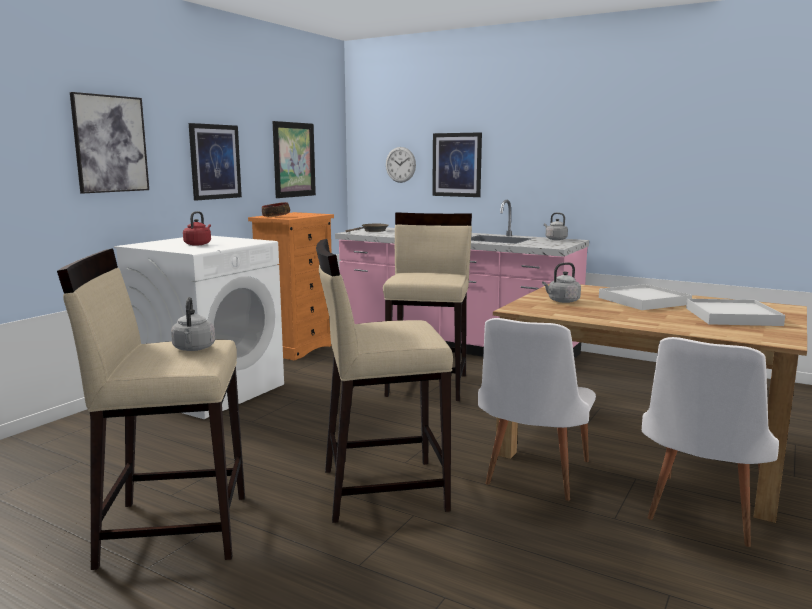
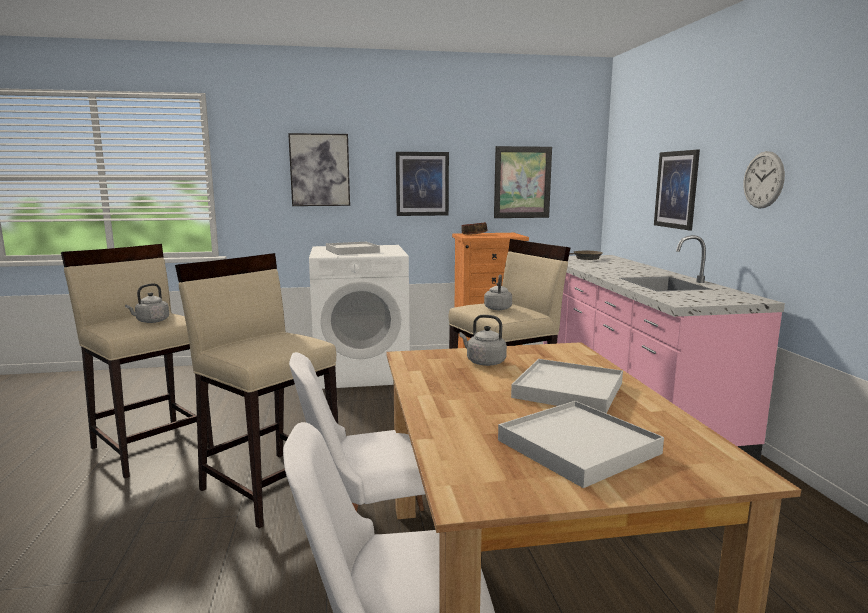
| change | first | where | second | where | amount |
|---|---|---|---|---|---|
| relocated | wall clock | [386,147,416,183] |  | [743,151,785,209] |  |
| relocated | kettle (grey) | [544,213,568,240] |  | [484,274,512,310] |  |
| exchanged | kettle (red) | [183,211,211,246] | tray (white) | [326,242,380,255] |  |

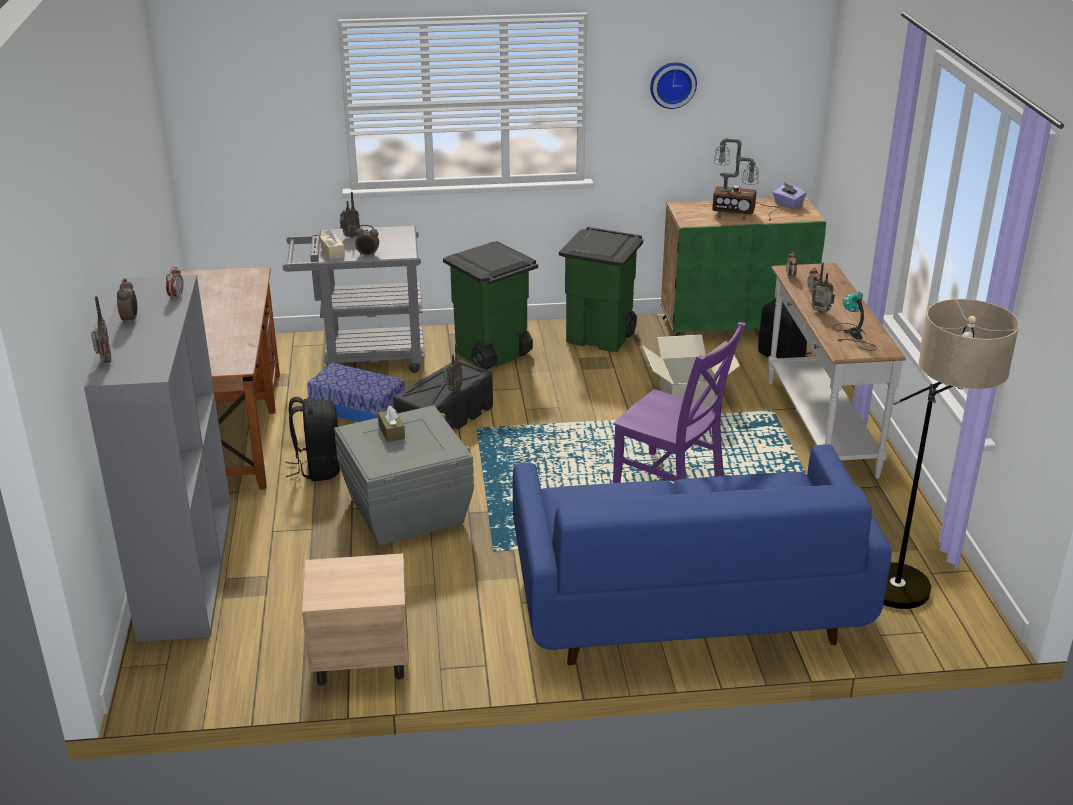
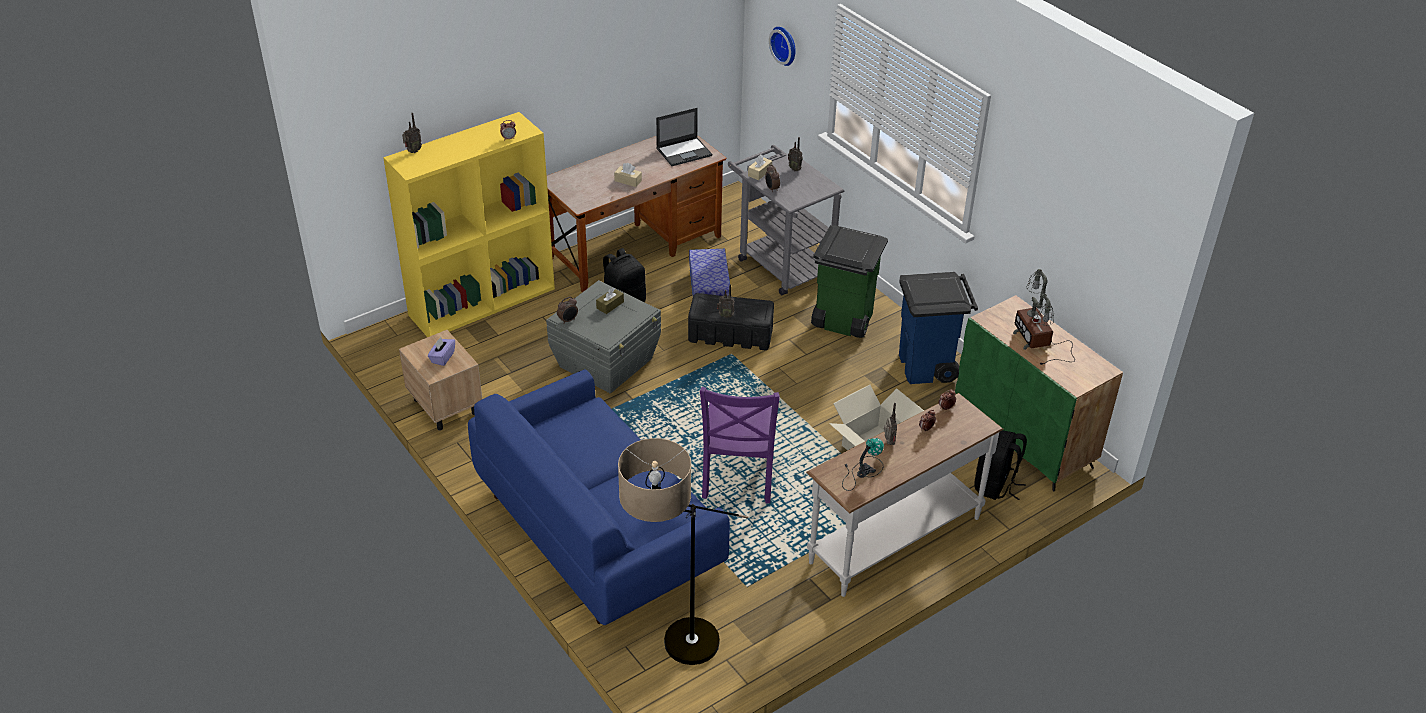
| change | first | where | second | where | amount |
|---|---|---|---|---|---|
| appeared |  |  | tissue box (beige) | [614,163,642,187] |  |
| appeared |  |  | laptop | [656,108,712,166] |  |
| relocated | alarm clock | [117,278,137,324] |  | [557,297,578,323] |  |
| relocated | wall clock | [650,62,697,109] |  | [769,27,796,66] |  |
| relocated | tissue box (purple) | [773,183,806,209] |  | [428,337,455,366] |  |
| colour | bookcase (grey) | [84,275,231,642] | bookcase (yellow) | [383,112,555,337] |  |
| colour | trash can (green) | [559,227,643,352] | trash can (blue) | [899,272,978,384] |  |

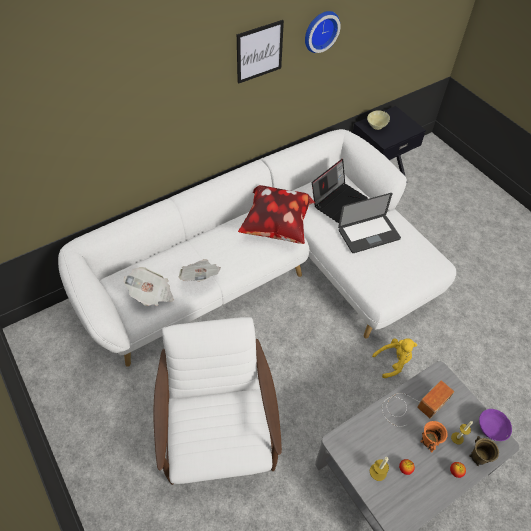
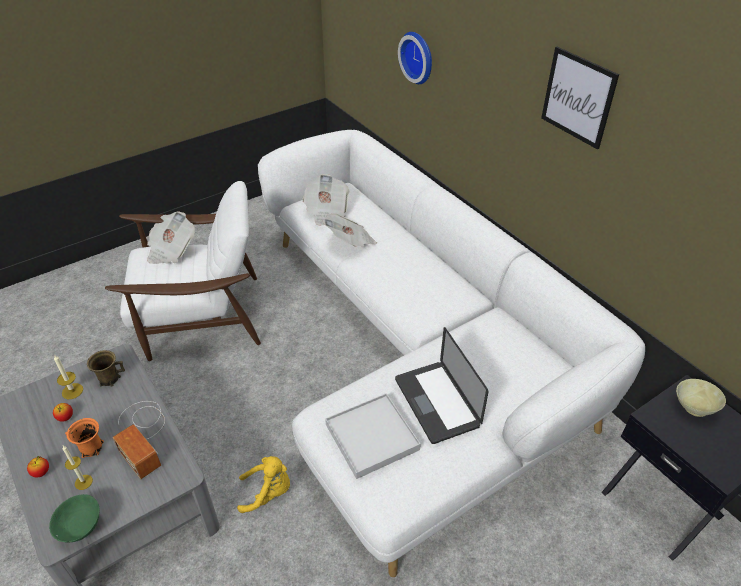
| change | first | where | second | where | amount |
|---|---|---|---|---|---|
| missing | pillow | [238,185,315,244] |  |  |  |
| missing | laptop | [312,159,368,223] |  |  |  |
| appeared |  |  | newspaper | [147,211,195,264] |  |
| appeared |  |  | tray (white) | [325,393,421,479] |  |
| relocated | wall clock | [305,11,341,53] |  | [398,32,432,84] |  |
| relocated | mug (brown) | [469,436,499,466] |  | [87,350,125,386] |  |
| colour | bowl (purple) | [479,409,512,441] | bowl (green) | [49,494,100,543] |  |
| spun | plush toy (yellow) | [372,338,417,378] |  | [237,456,290,513] | 75 degrees counterclockwise |

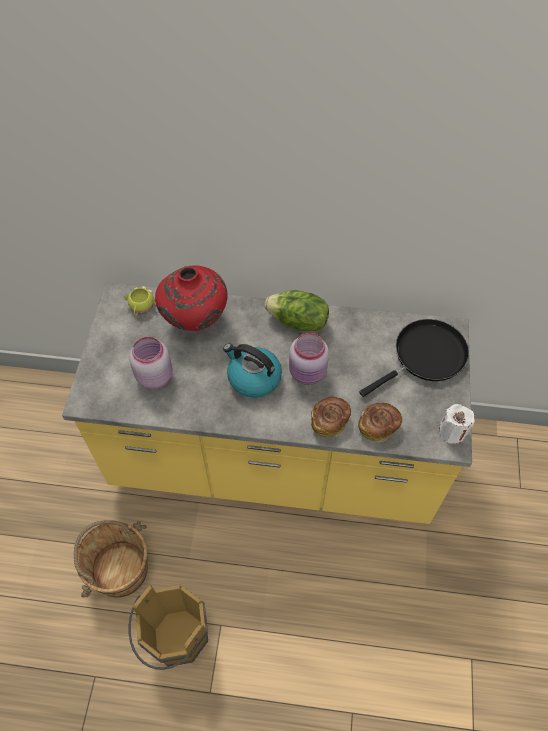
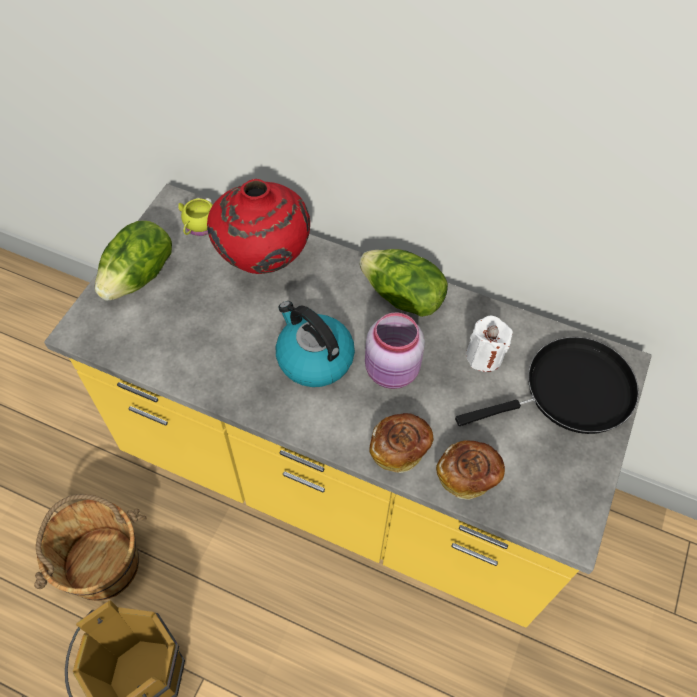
| change | first | where | second | where | amount |
|---|---|---|---|---|---|
| missing | jar (pink) | [129,337,173,389] |  |  |  |
| appeared |  |  | lettuce | [95,221,172,301] |  |
| relocated | candle (white) | [439,404,475,444] |  | [466,316,513,372] |  |

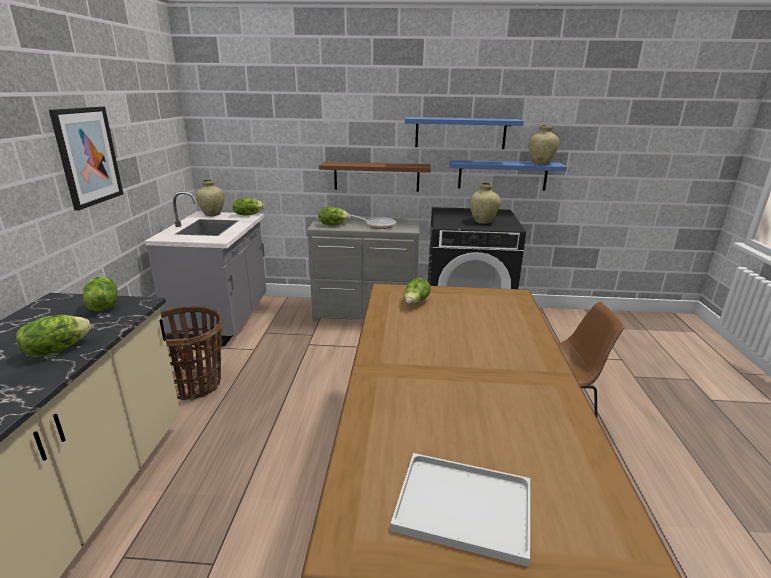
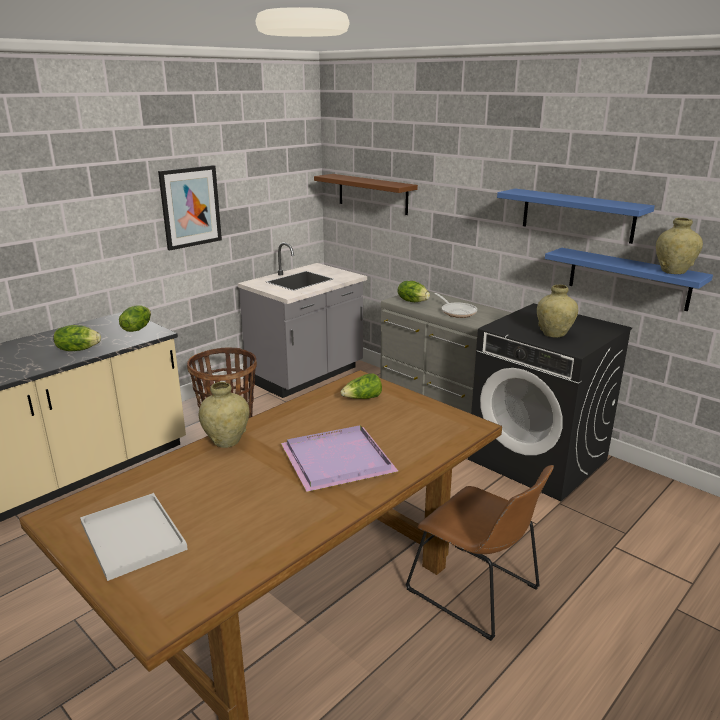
| change | first | where | second | where | amount |
|---|---|---|---|---|---|
| missing | lettuce | [233,197,264,216] |  |  |  |
| appeared |  |  | tray (purple) | [281,425,398,492] |  |
| relocated | vase (beige) | [196,180,225,216] |  | [199,382,250,448] |  |
| relocated | shelf (brown) | [319,161,431,192] |  | [314,174,418,215] |  |

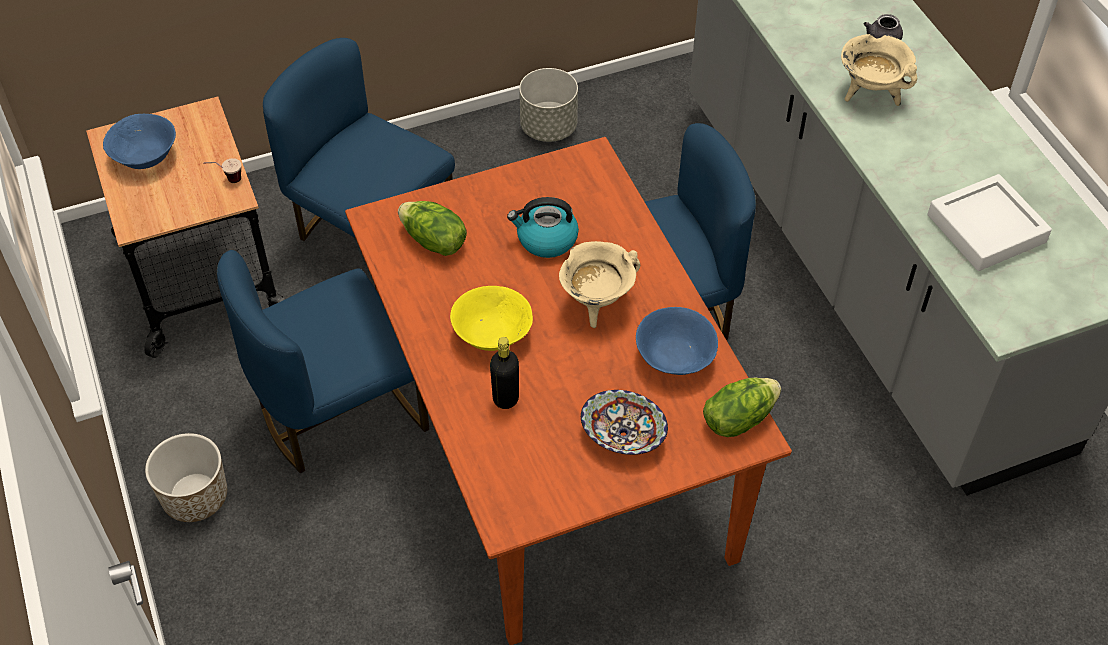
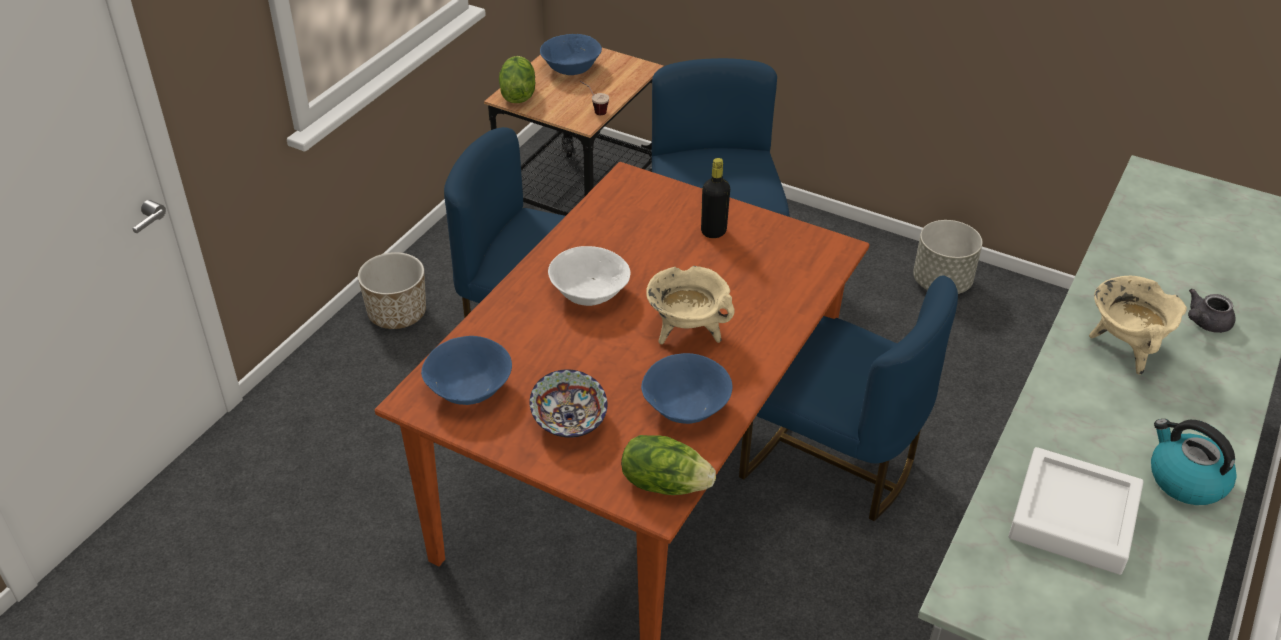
| change | first | where | second | where | amount |
|---|---|---|---|---|---|
| appeared |  |  | bowl (blue) | [421,336,512,405] |  |
| relocated | lettuce | [398,201,467,256] |  | [499,56,535,103] |  |
| relocated | bottle (black) | [490,337,519,409] |  | [701,158,730,238] |  |
| relocated | kettle | [507,197,579,258] |  | [1151,419,1237,505] |  |
| colour | bowl (yellow) | [450,286,533,351] | bowl (white) | [548,246,631,306] |  |

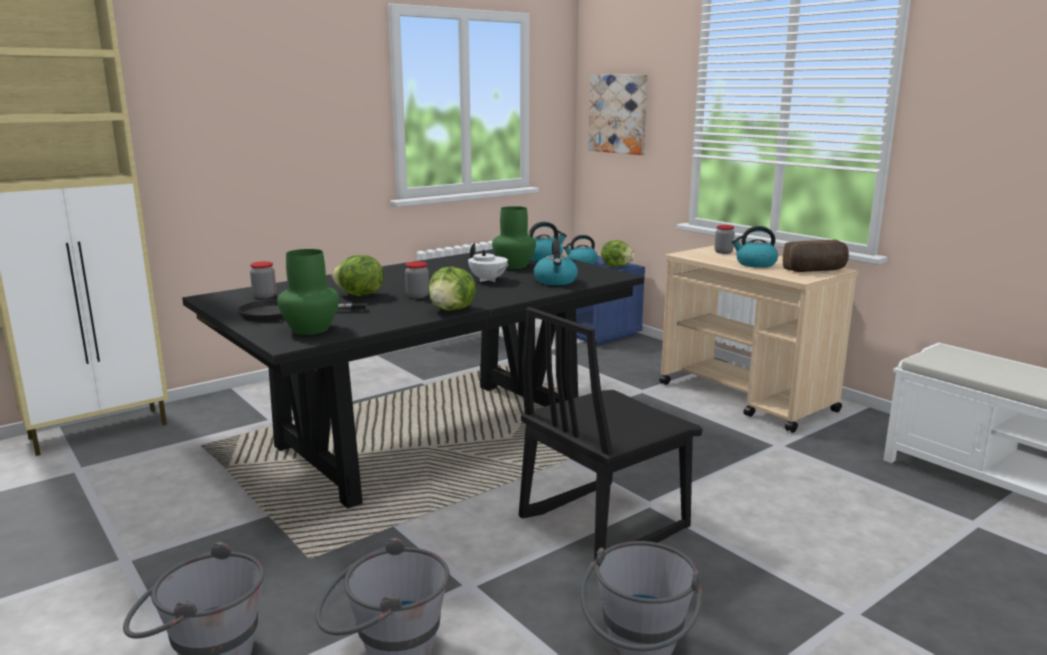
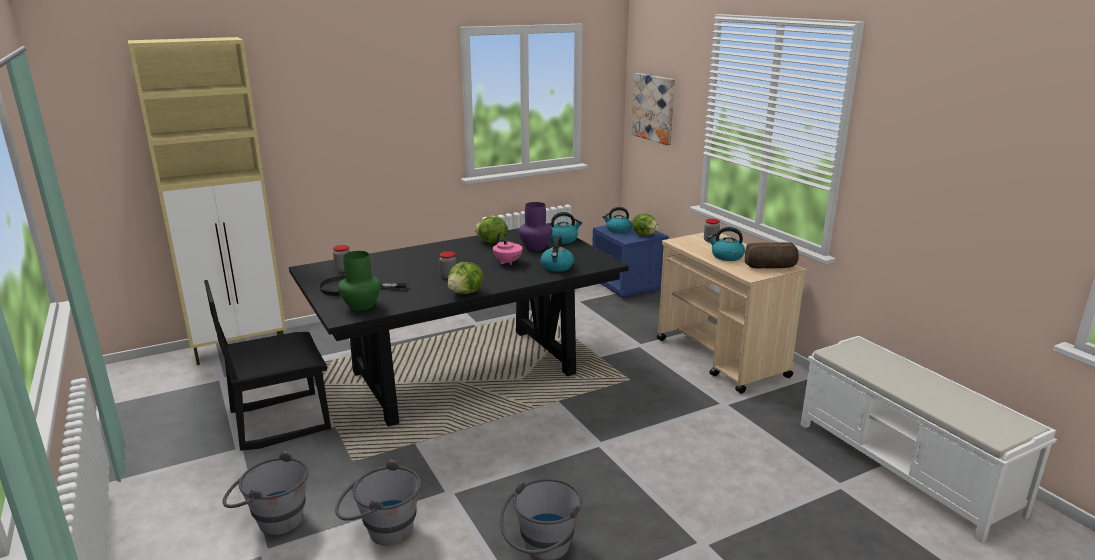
| change | first | where | second | where | amount |
|---|---|---|---|---|---|
| relocated | lettuce | [332,255,384,296] |  | [475,216,508,243] |  |
| relocated | chair (black) | [519,307,703,560] |  | [204,280,331,451] |  |
| colour | teapot (white) | [468,243,508,282] | teapot (pink) | [493,233,522,265] |  |
| colour | vase (green) | [492,206,536,269] | vase (purple) | [519,202,552,251] |  |

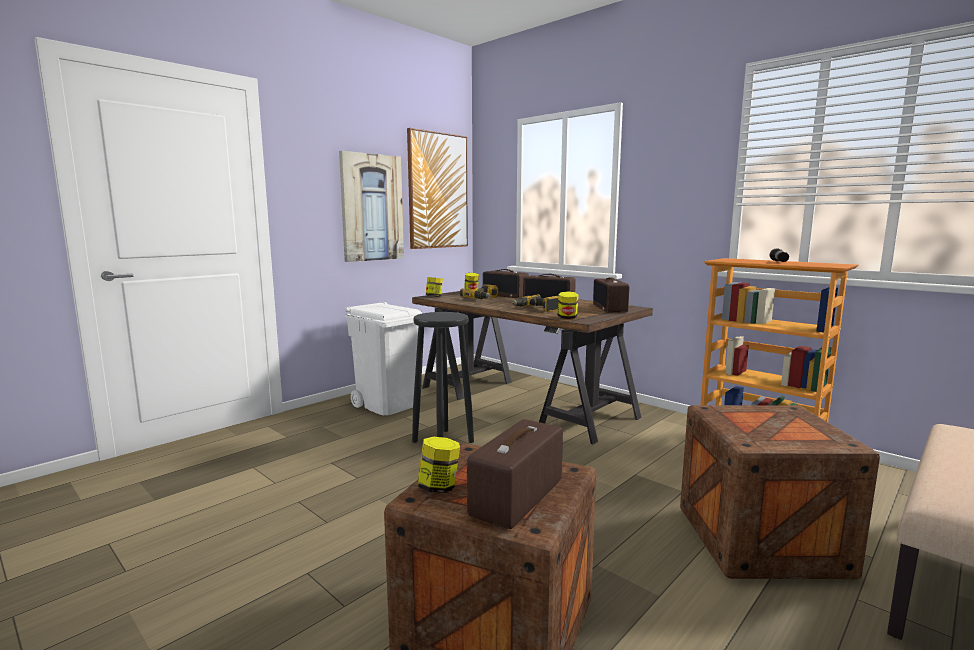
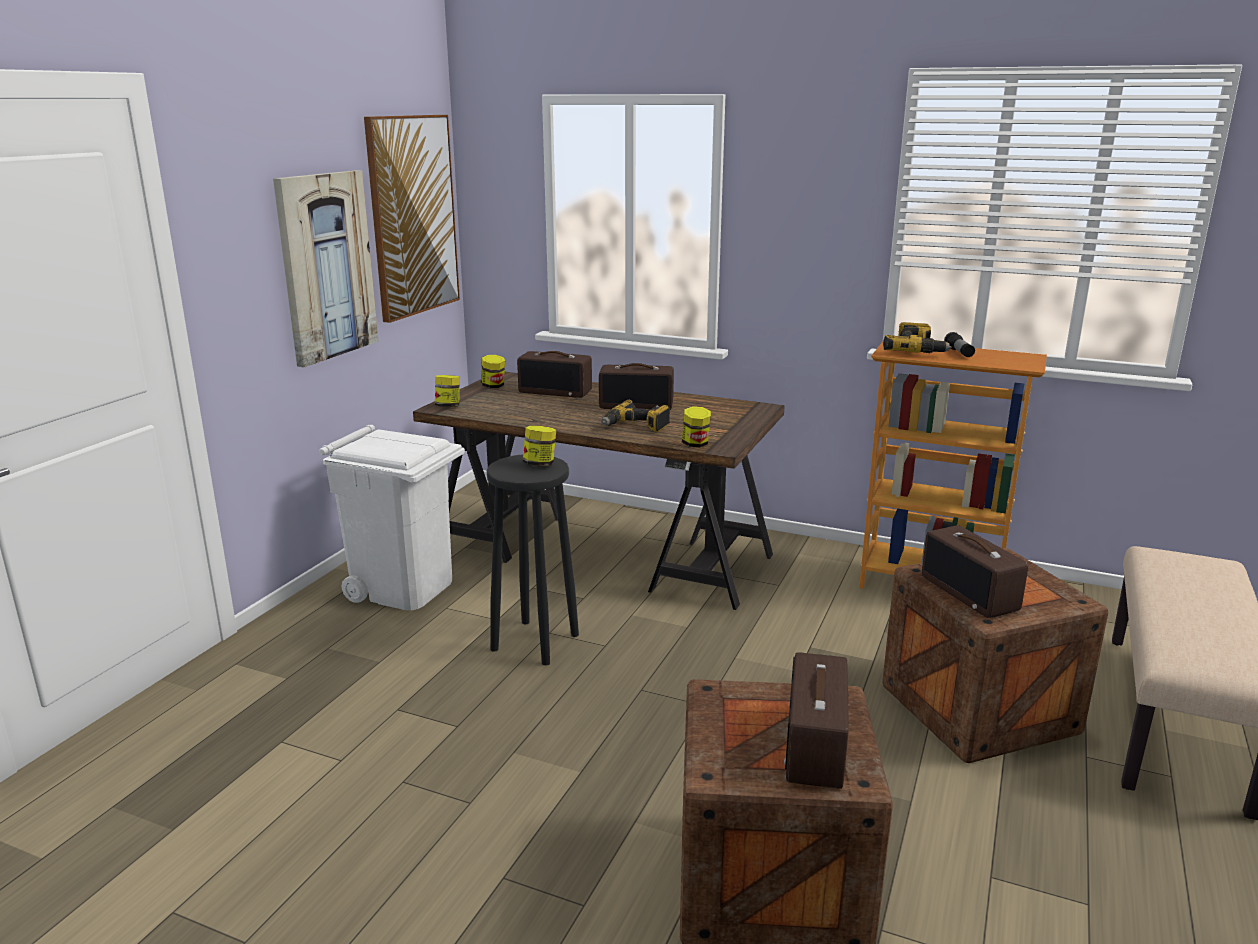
| change | first | where | second | where | amount |
|---|---|---|---|---|---|
| relocated | jar | [418,437,460,493] |  | [523,426,556,466] |  |
| relocated | power drill | [460,284,498,299] |  | [883,322,952,353] |  |
| relocated | radio | [593,277,629,313] |  | [922,525,1028,618] |  |

